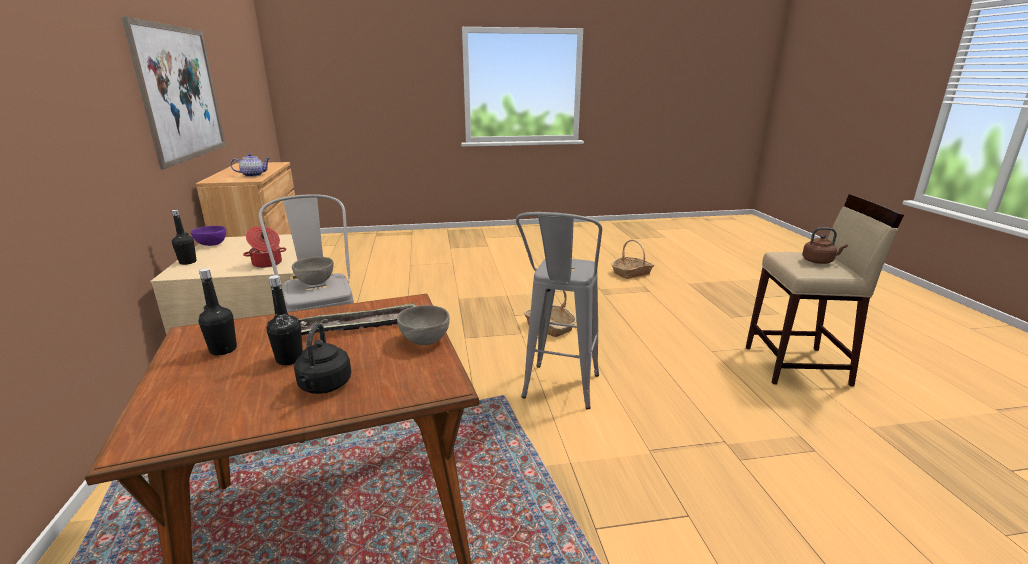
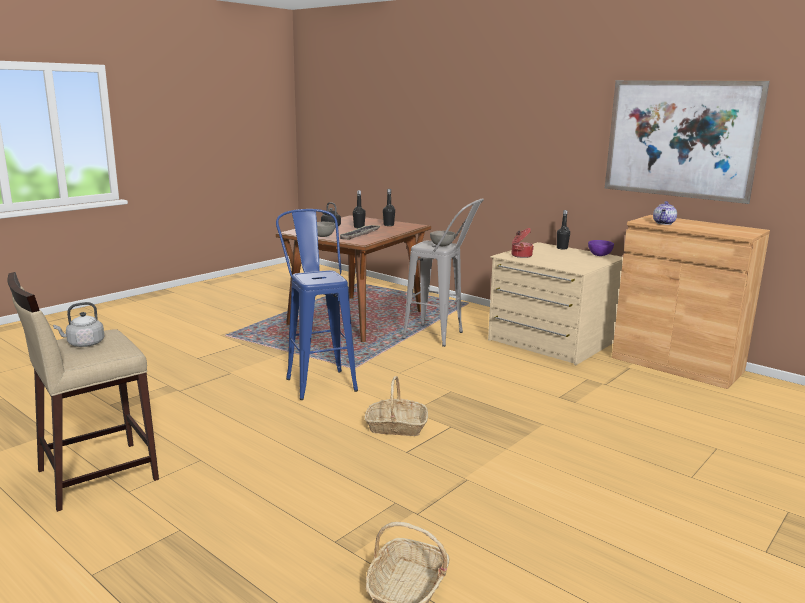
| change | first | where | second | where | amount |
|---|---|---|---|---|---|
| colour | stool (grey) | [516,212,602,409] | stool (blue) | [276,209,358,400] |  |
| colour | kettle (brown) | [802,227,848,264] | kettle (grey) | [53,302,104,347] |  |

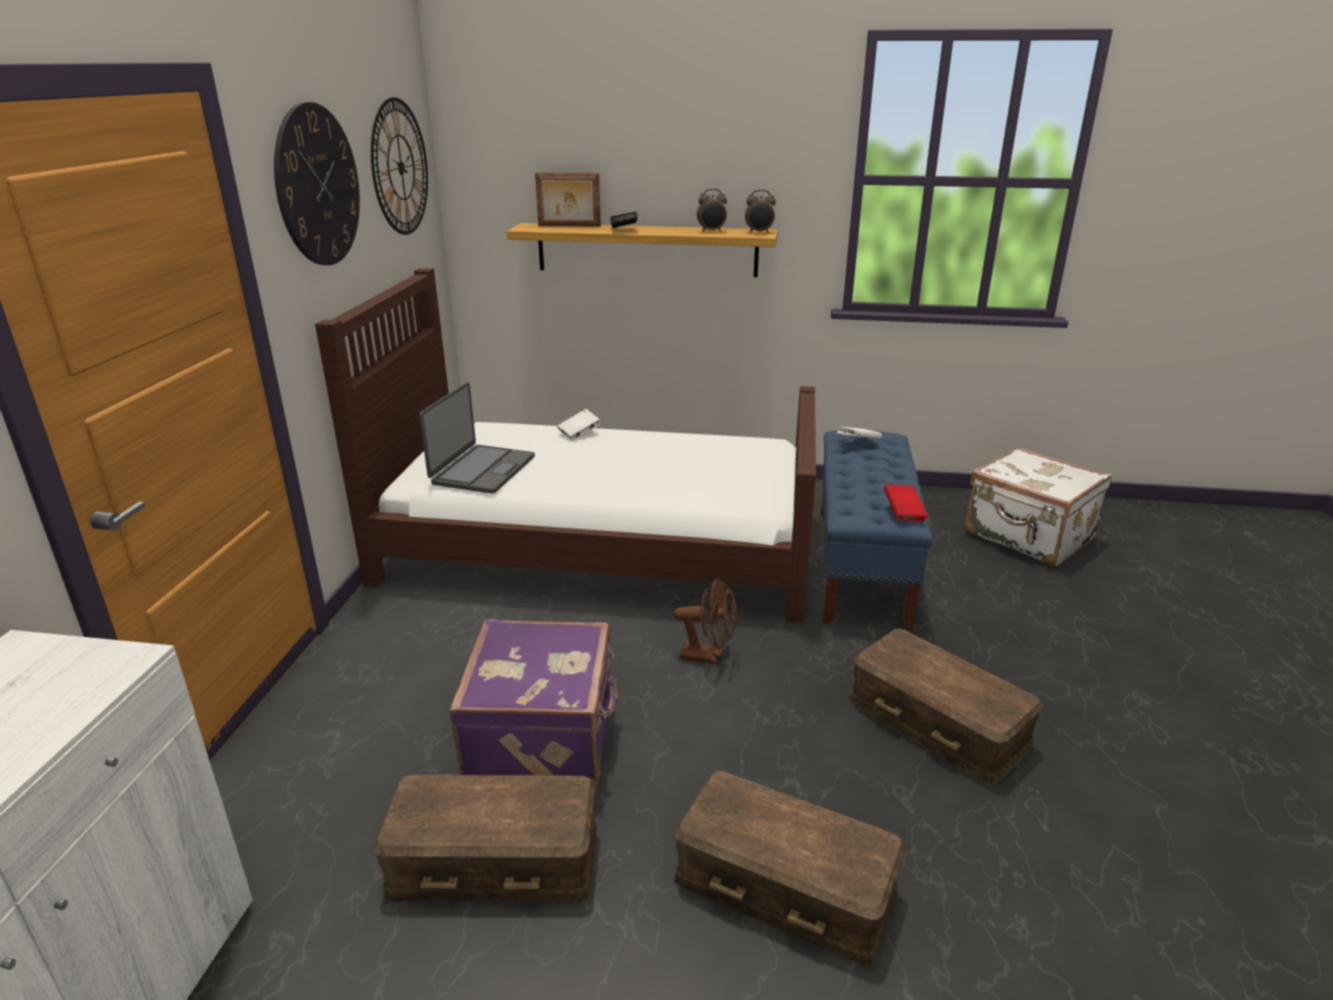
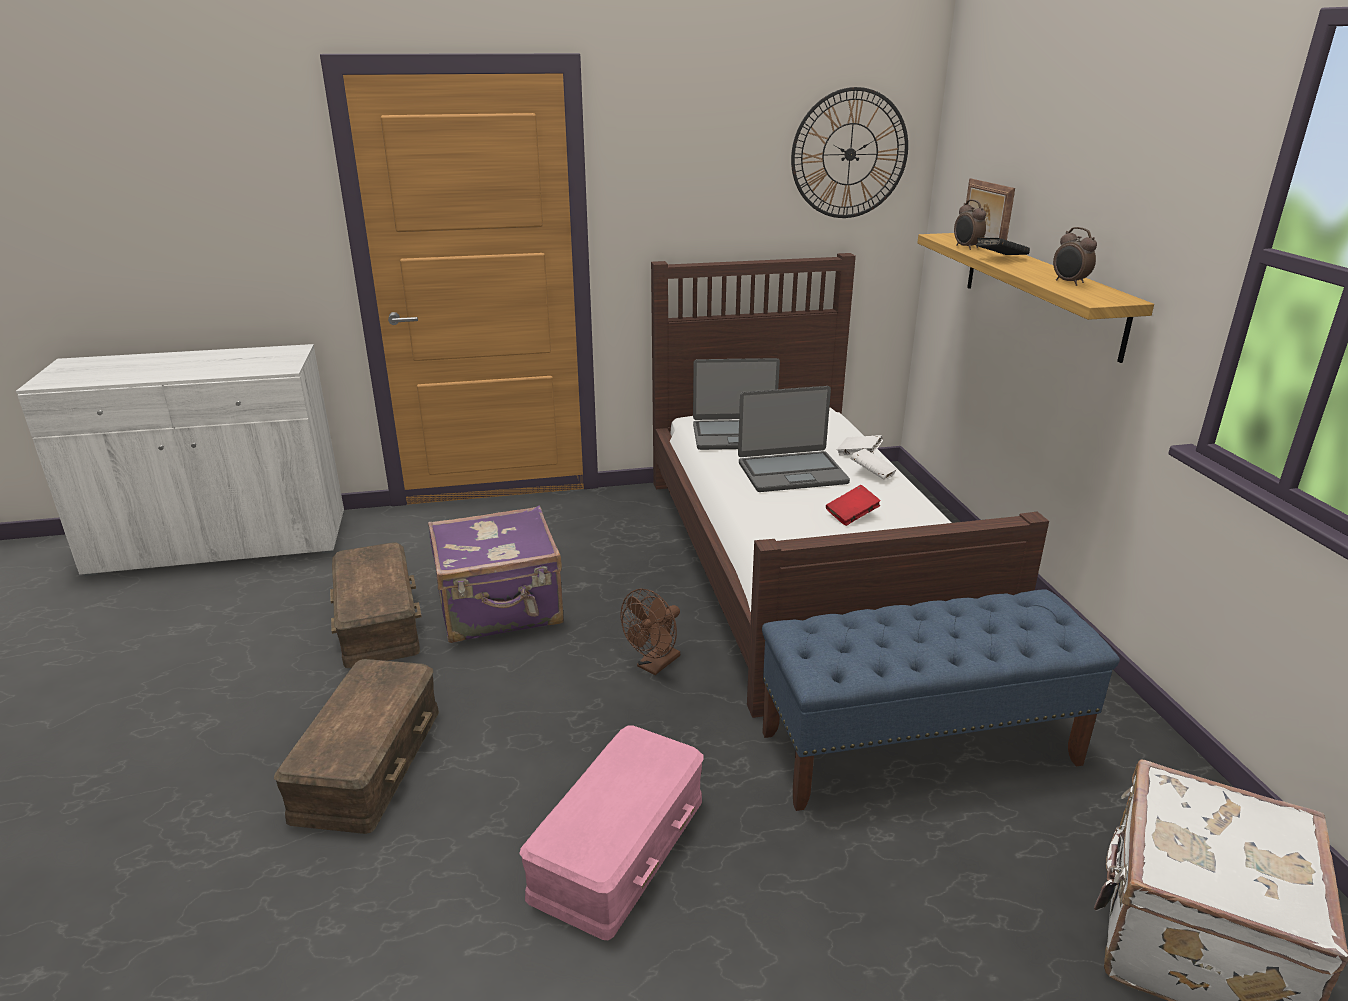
| change | first | where | second | where | amount |
|---|---|---|---|---|---|
| missing | wall clock | [274,102,360,265] |  |  |  |
| appeared |  |  | laptop | [738,386,850,492] |  |
| relocated | alarm clock | [745,190,776,233] |  | [954,200,986,250] |  |
| relocated | book (white) | [837,426,882,439] |  | [850,449,897,480] |  |
| relocated | book (red) | [884,484,928,522] |  | [826,485,881,526] |  |
| colour | storage box (brown) | [849,629,1044,786] | storage box (pink) | [519,726,704,940] |  |
| spun | fan (brown) | [674,578,737,665] |  | [621,589,680,675] | 45 degrees clockwise |

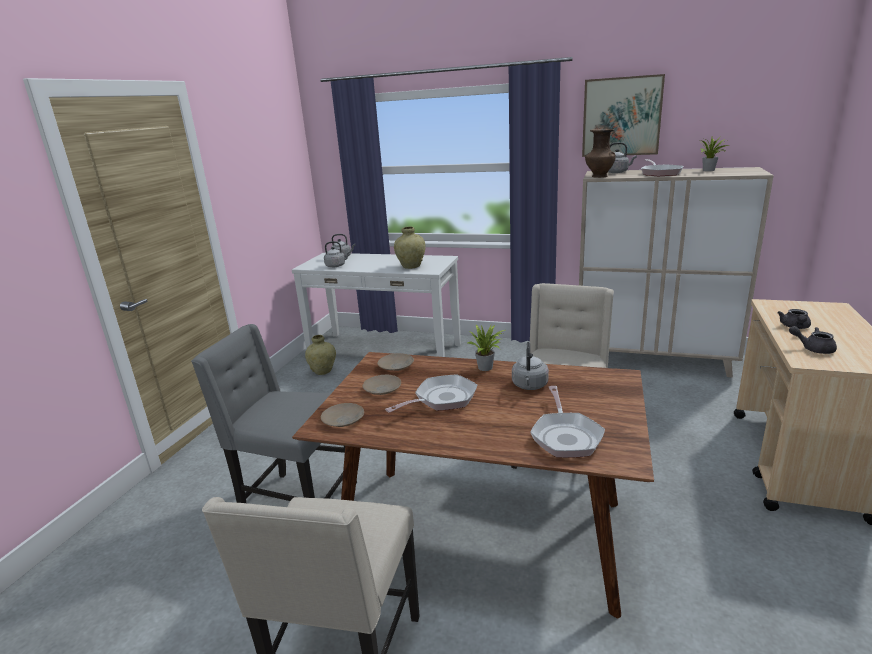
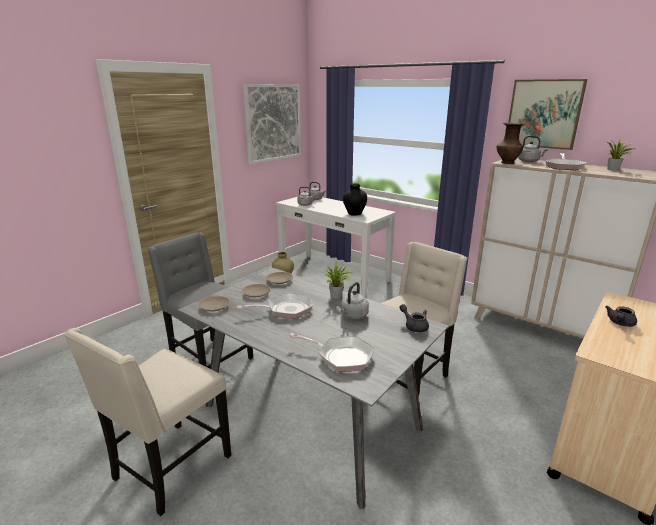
| change | first | where | second | where | amount |
|---|---|---|---|---|---|
| appeared |  |  | picture | [243,84,301,164] |  |
| relocated | teapot (grey) | [789,326,837,354] |  | [399,304,429,332] |  |
| colour | dining table (brown) | [292,352,654,618] | dining table (grey) | [178,268,449,509] |  |
| colour | vase (beige) | [394,227,426,269] | vase (black) | [343,183,367,216] |  |
| spun | frying pan | [530,386,605,458] |  | [289,333,375,372] | 90 degrees counterclockwise |

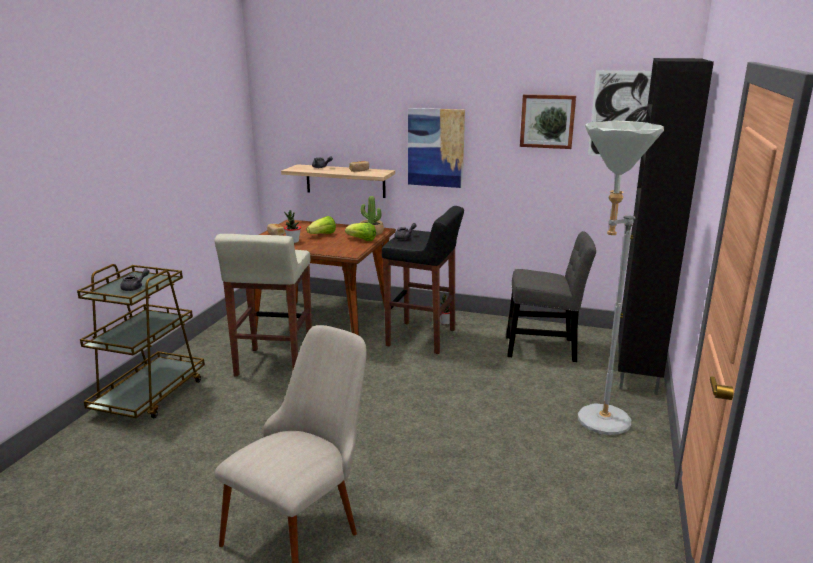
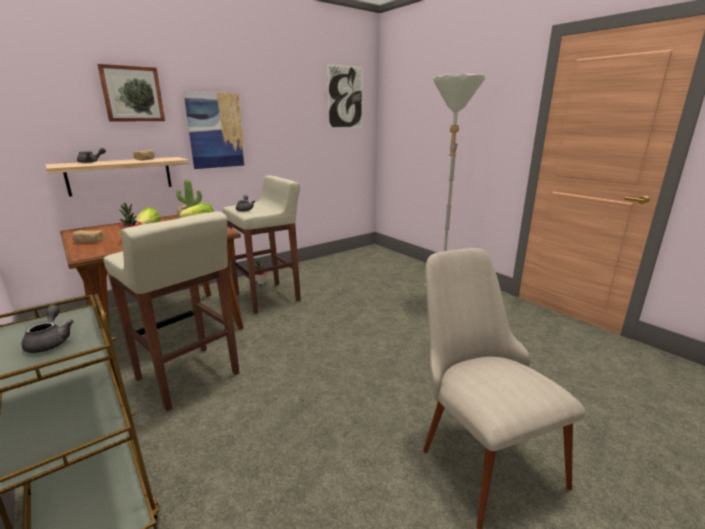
| change | first | where | second | where | amount |
|---|---|---|---|---|---|
| missing | chair (grey) | [506,231,596,362] |  |  |  |
| missing | cabinet (black) | [618,58,714,395] |  |  |  |
| relocated | picture | [520,94,576,149] |  | [97,64,165,122] |  |
| colour | stool (black) | [382,206,464,354] | stool (beige) | [223,175,301,314] |  |

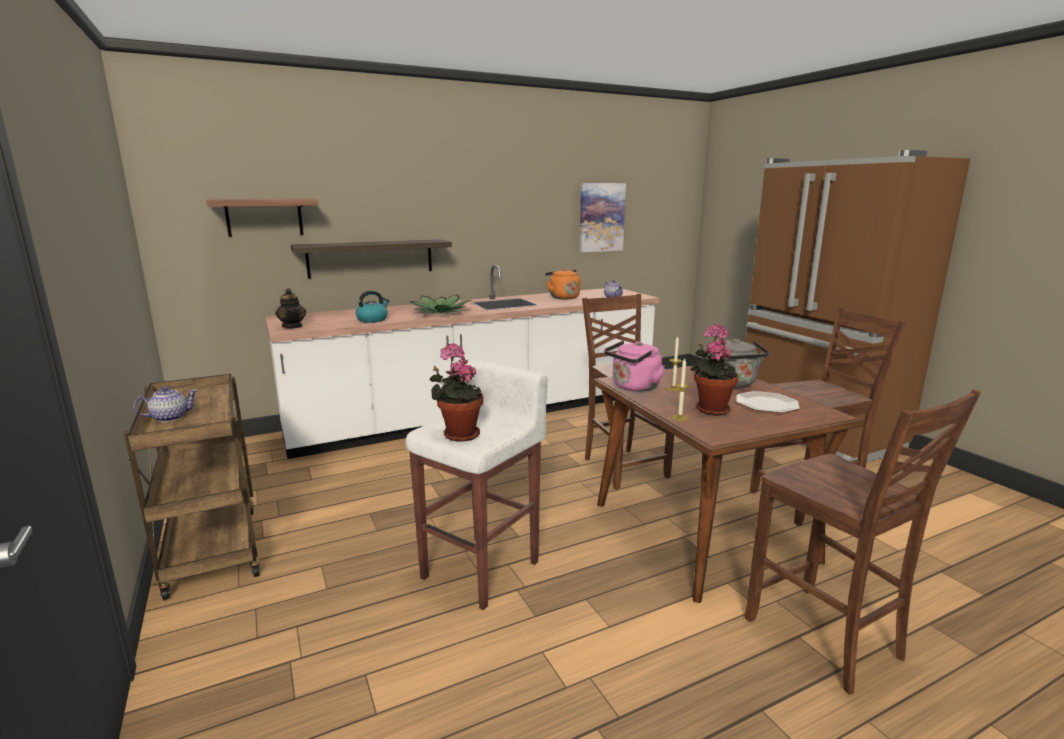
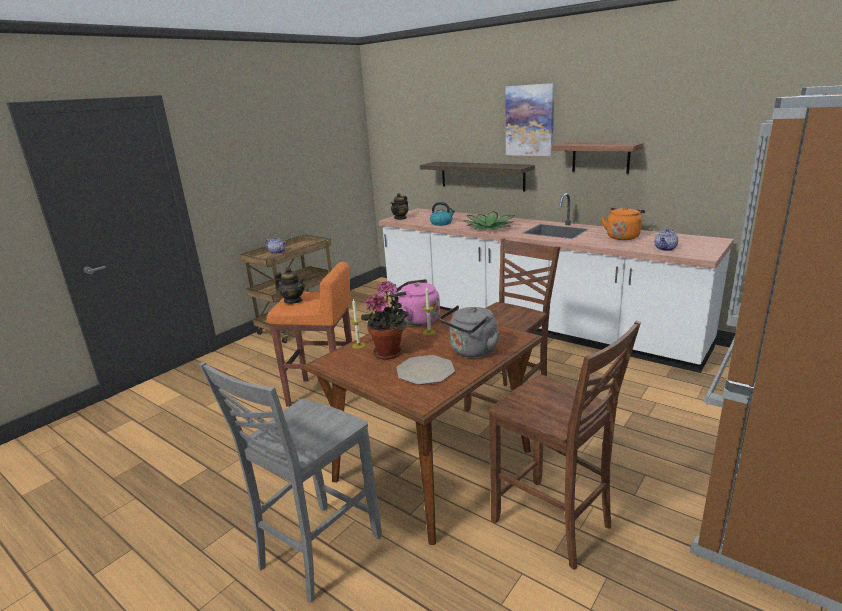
| change | first | where | second | where | amount |
|---|---|---|---|---|---|
| relocated | shelf | [206,199,318,237] |  | [552,142,643,174] |  |
| relocated | picture | [579,183,626,252] |  | [506,83,555,156] |  |
| exchanged | potted plant | [429,343,483,442] | teapot | [274,267,305,304] |  |
| colour | stool (white) | [406,360,548,610] | stool (orange) | [266,262,352,407] |  |
| colour | chair (brown) | [745,389,981,695] | chair (grey) | [199,361,382,603] |  |

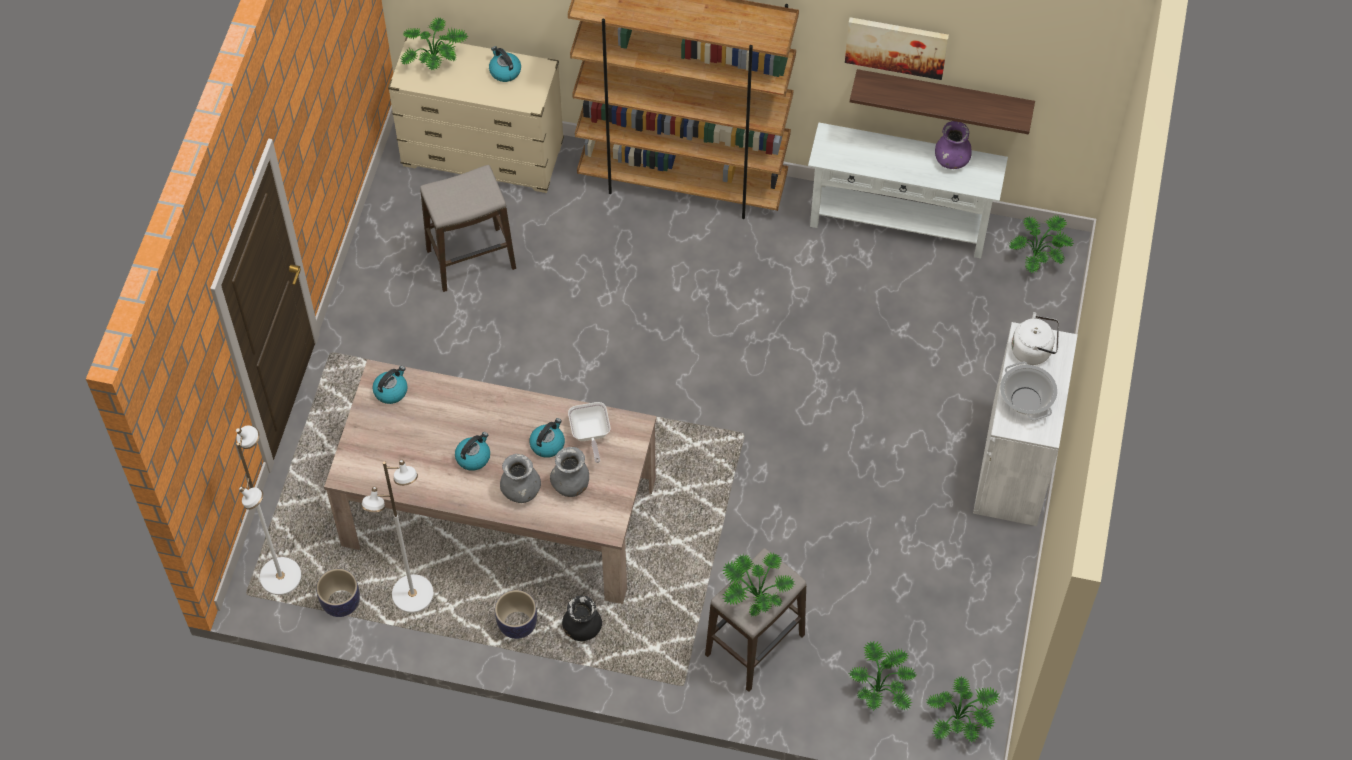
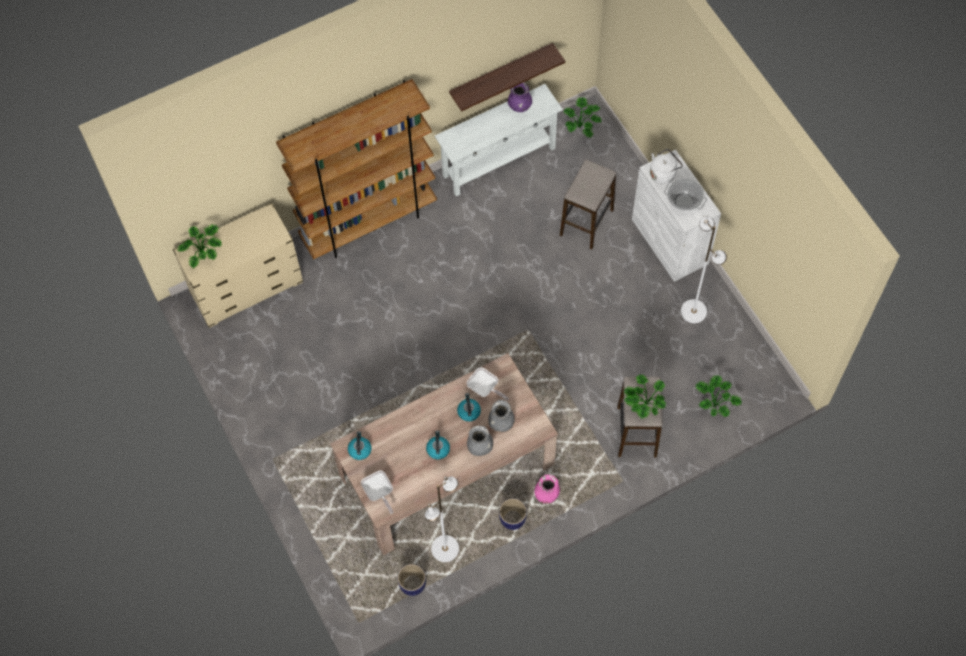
| change | first | where | second | where | amount |
|---|---|---|---|---|---|
| missing | kettle | [489,46,521,82] |  |  |  |
| missing | picture | [845,17,949,80] |  |  |  |
| missing | potted plant | [926,676,999,742] |  |  |  |
| appeared |  |  | frying pan | [361,471,393,514] |  |
| relocated | floor lamp (white) | [236,425,301,595] |  | [681,216,727,323] |  |
| relocated | stool | [420,165,516,292] |  | [560,160,616,249] |  |
| colour | vase (black) | [562,596,602,641] | vase (pink) | [535,474,560,504] |  |

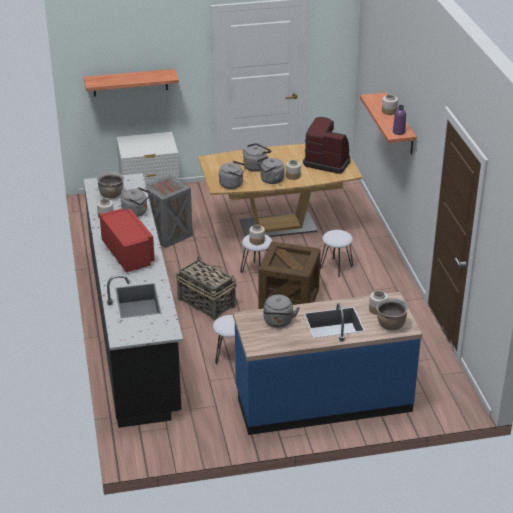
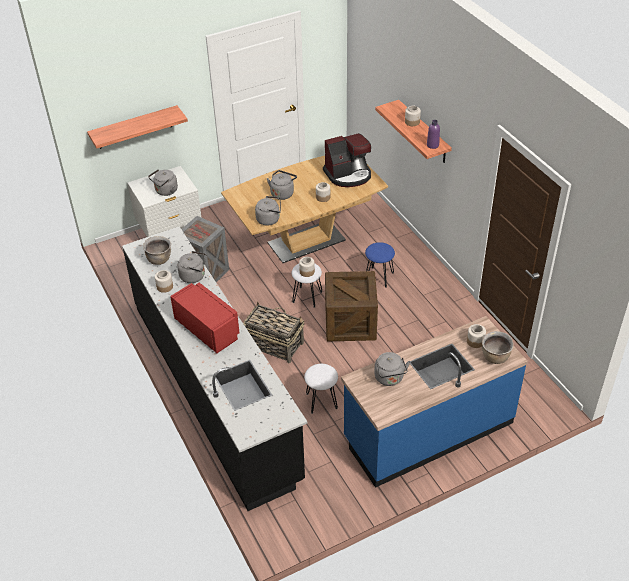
| change | first | where | second | where | amount |
|---|---|---|---|---|---|
| relocated | kettle (grey) | [256,156,284,184] |  | [148,169,178,196] |  |
| colour | stool (white) | [320,230,353,277] | stool (blue) | [365,242,395,288] |  |
| spun | coffee machine | [303,117,350,174] |  | [323,133,371,187] | 150 degrees clockwise |

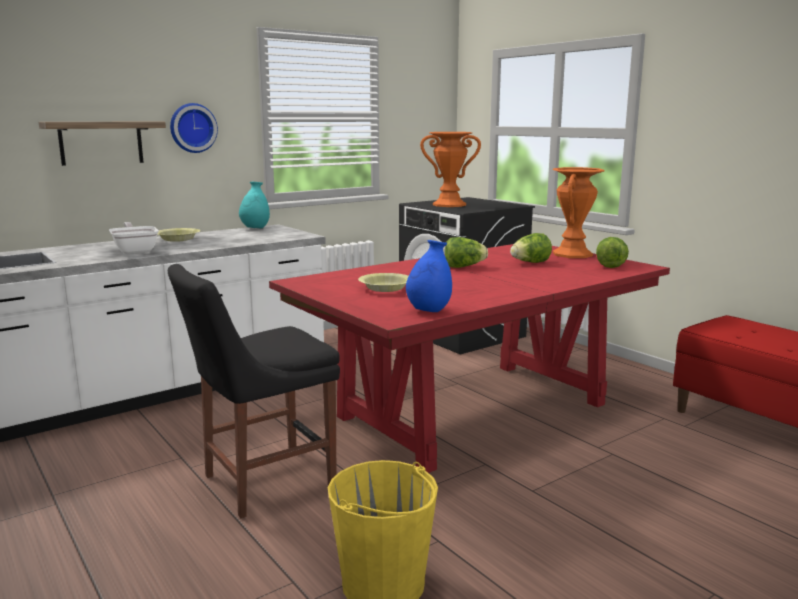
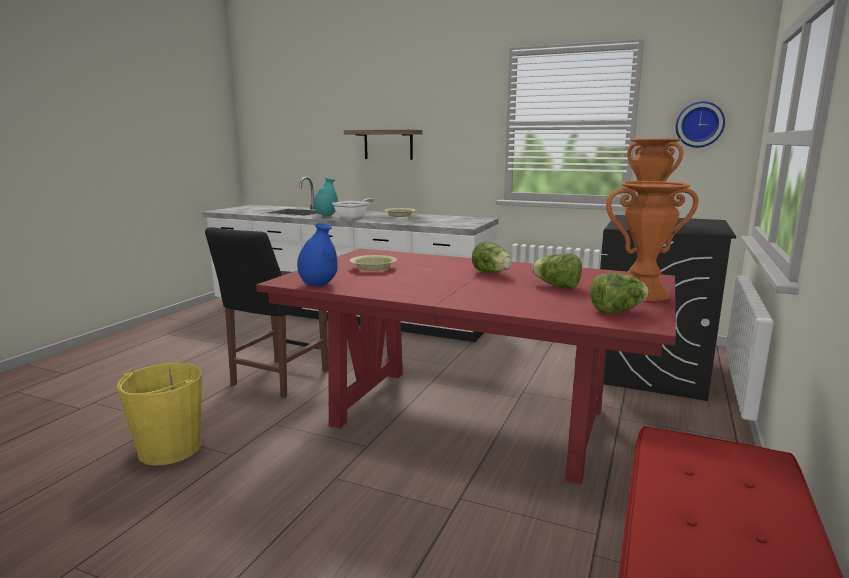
| change | first | where | second | where | amount |
|---|---|---|---|---|---|
| relocated | wall clock | [170,103,218,153] |  | [676,101,725,148] |  |
| relocated | vase (turquoise) | [239,182,270,229] |  | [313,178,338,216] |  |
| spun | chair (black) | [168,264,340,518] |  | [205,227,328,398] | 90 degrees counterclockwise |

